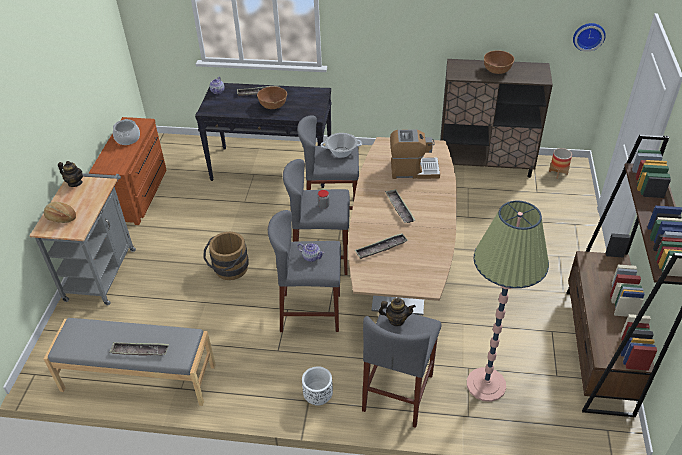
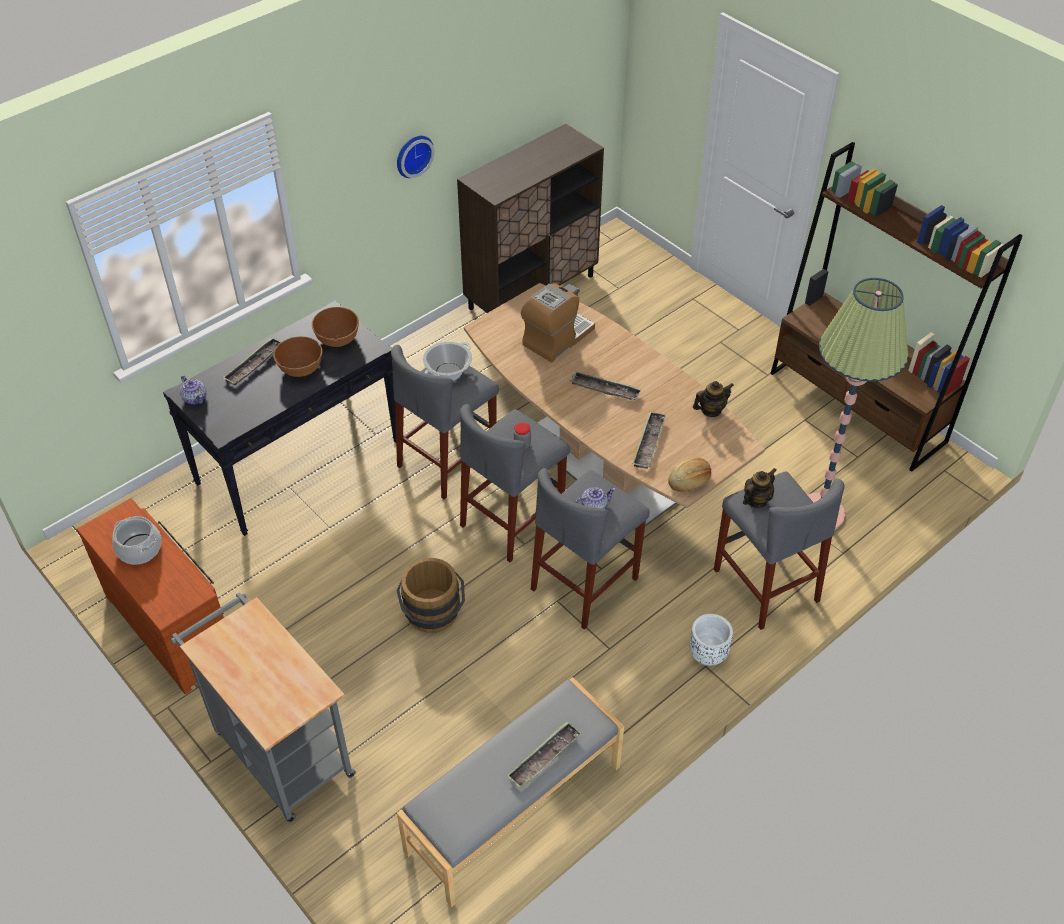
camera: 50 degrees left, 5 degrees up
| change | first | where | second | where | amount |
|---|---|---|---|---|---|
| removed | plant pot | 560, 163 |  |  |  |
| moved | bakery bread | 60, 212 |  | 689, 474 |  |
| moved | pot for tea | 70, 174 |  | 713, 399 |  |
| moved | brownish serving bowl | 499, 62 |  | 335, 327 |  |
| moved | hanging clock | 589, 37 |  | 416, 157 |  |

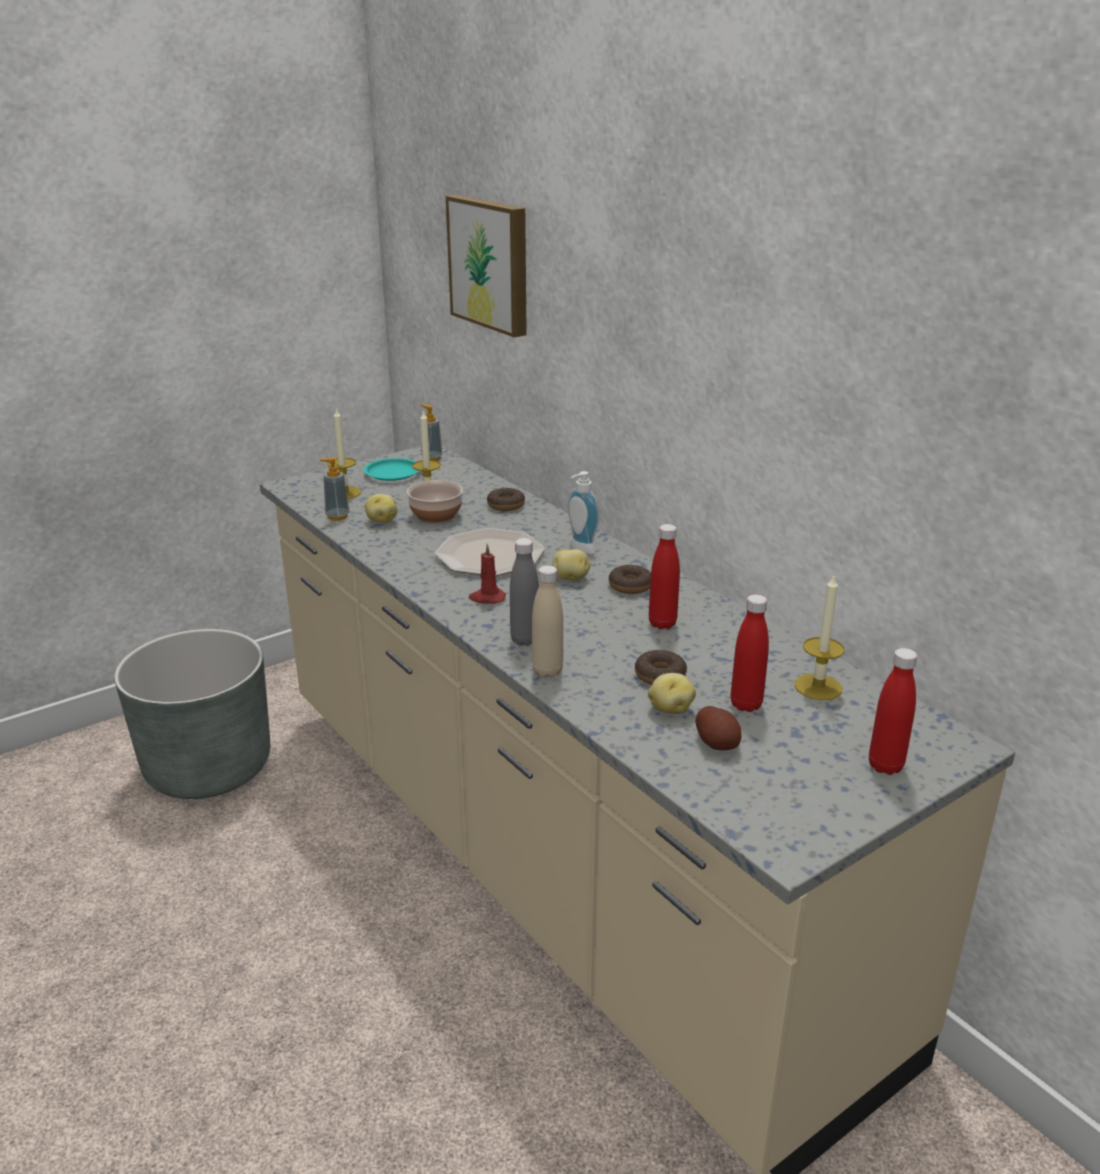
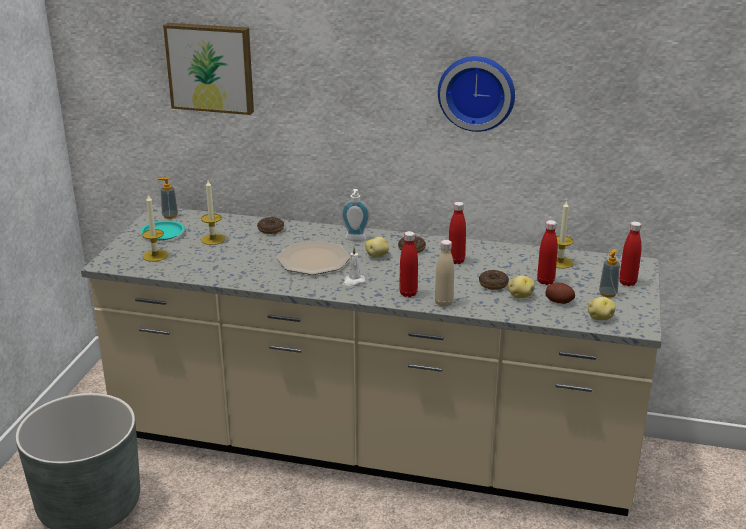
camera: 40 degrees left, 0 degrees up
| change | first | where | second | where | amount |
|---|---|---|---|---|---|
| removed | serving bowl | 435, 501 |  |  |  |
| added |  |  | hanging clock | 476, 94 |  |
| moved | liquid soap bottle | 334, 489 |  | 609, 273 |  |
| moved | spud | 381, 508 |  | 602, 308 |  |
| recoloured | reddish wax light | 487, 574 | white-coloured wax light | 354, 266 |  |
| recoloured | grey bottle | 524, 592 | reddish bottle | 408, 264 |  |

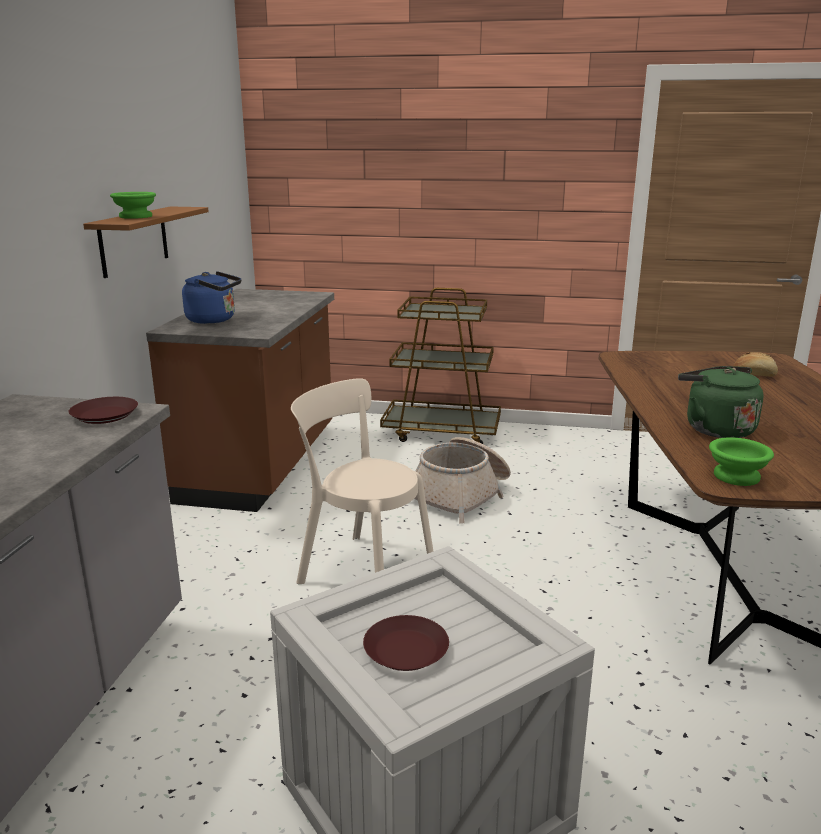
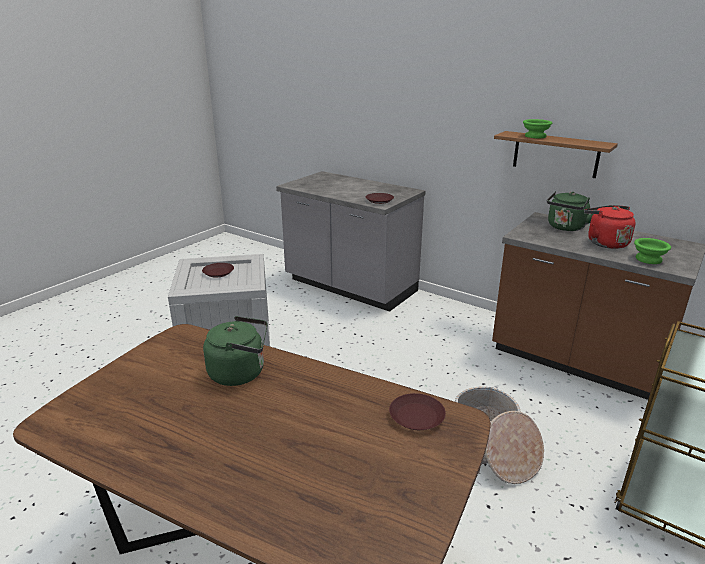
camera: 115 degrees right, 5 degrees up
| change | first | where | second | where | amount |
|---|---|---|---|---|---|
| removed | beige-coloured plain chair | 362, 481 |  |  |  |
| removed | bakery bread | 755, 364 |  |  |  |
| added |  |  | brownish dinner plate | 417, 411 |  |
| added |  |  | reddish kettle | 609, 227 |  |
| moved | green-coloured serving bowl | 741, 461 |  | 652, 251 |  |
| recoloured | blue-coloured kettle | 211, 297 | green-coloured kettle | 570, 211 |  |

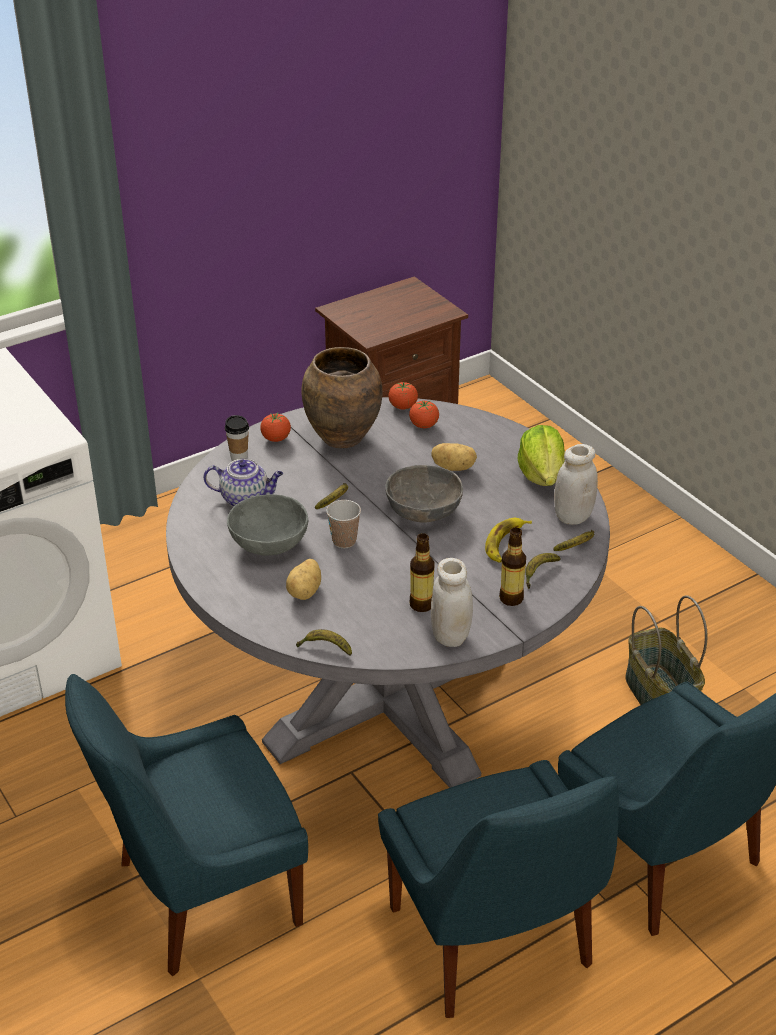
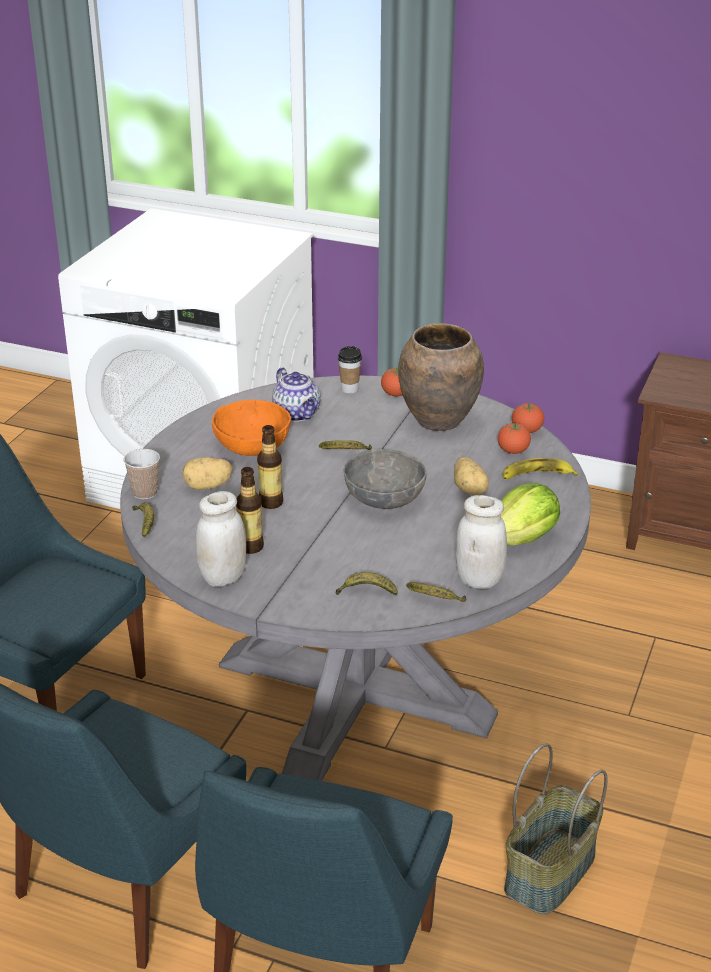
camera: 55 degrees right, 5 degrees down
| change | first | where | second | where | amount |
|---|---|---|---|---|---|
| moved | small cup | 343, 524 |  | 141, 474 |  |
| moved | banana fruit | 508, 540 |  | 541, 469 |  |
| moved | bottle | 512, 567 |  | 270, 467 |  |
| recoloured | grey serving bowl | 267, 525 | orange-coloured serving bowl | 251, 428 |  |

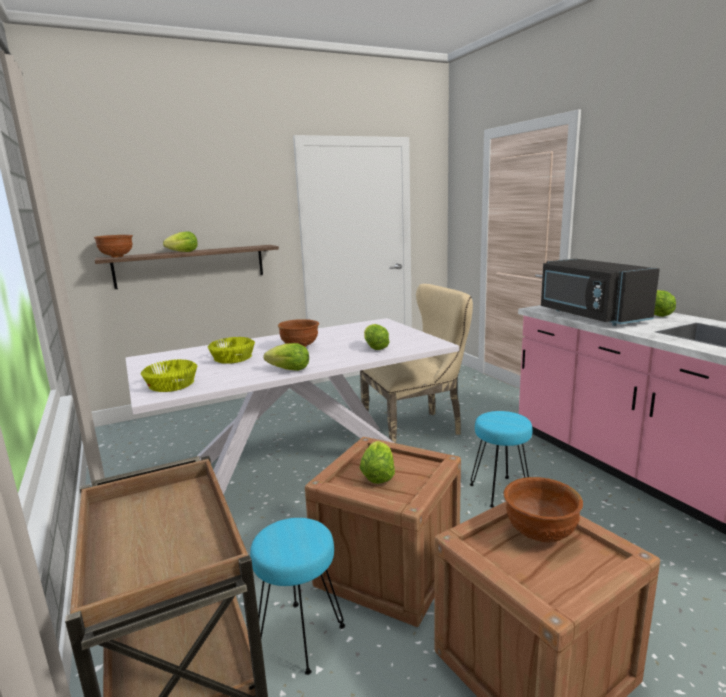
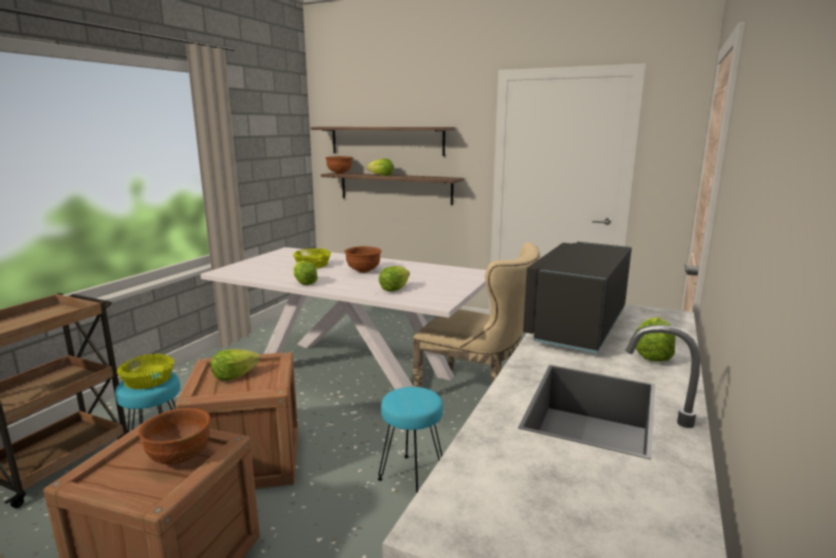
camera: 50 degrees right, 0 degrees up
| change | first | where | second | where | amount |
|---|---|---|---|---|---|
| added |  |  | wall shelf | 383, 141 |  |
| moved | yellowish serving bowl | 169, 375 |  | 145, 371 |  |

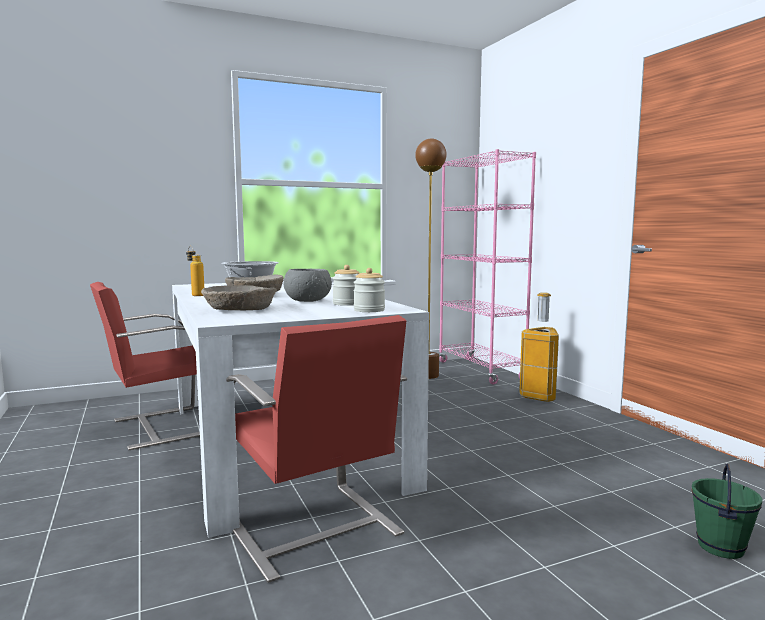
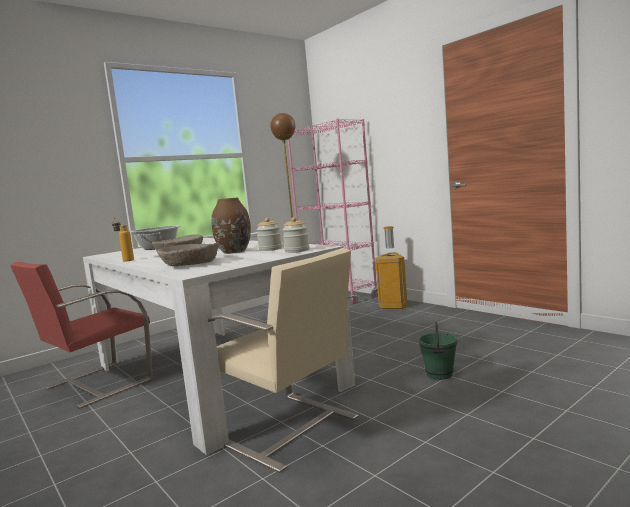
camera: 15 degrees left, 0 degrees up
| change | first | where | second | where | amount |
|---|---|---|---|---|---|
| moved | green-coloured bucket | 726, 511 |  | 437, 350 |  |
| replaced | grey serving bowl | 307, 285 | brownish flower vase | 231, 226 |  |
| recoloured | reddish plain chair | 316, 449 | beige-coloured plain chair | 283, 360 |  |

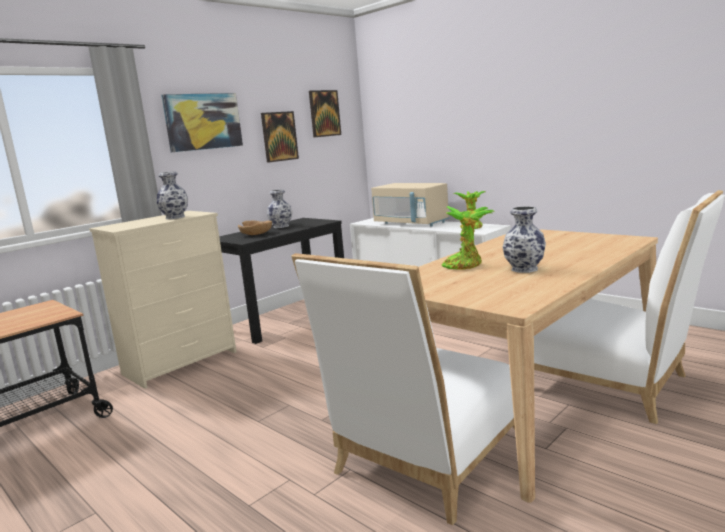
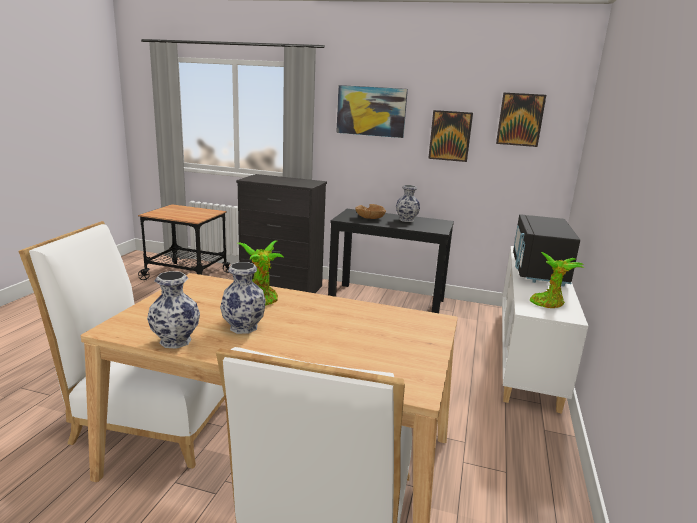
camera: 60 degrees right, 5 degrees up
| change | first | where | second | where | amount |
|---|---|---|---|---|---|
| moved | flower vase | 172, 195 |  | 173, 310 |  |
| recoloured | beige-coloured dresser | 163, 300 | black dresser | 281, 233 |  |
| recoloured | beige-coloured microwave | 410, 205 | black microwave | 546, 250 |  |

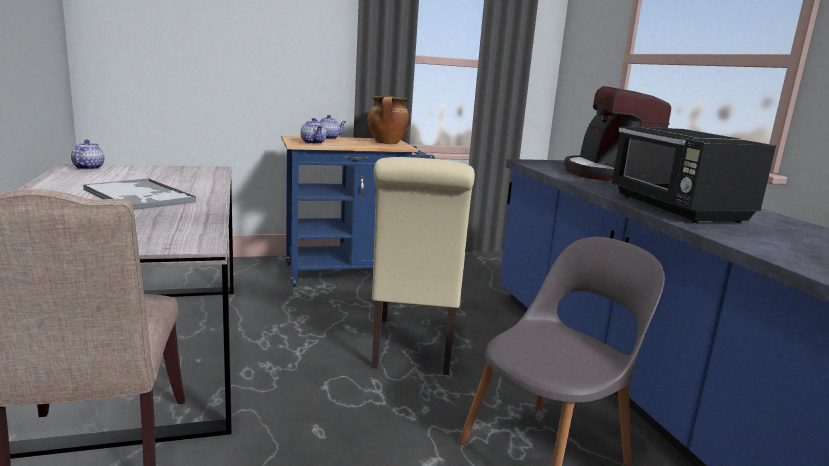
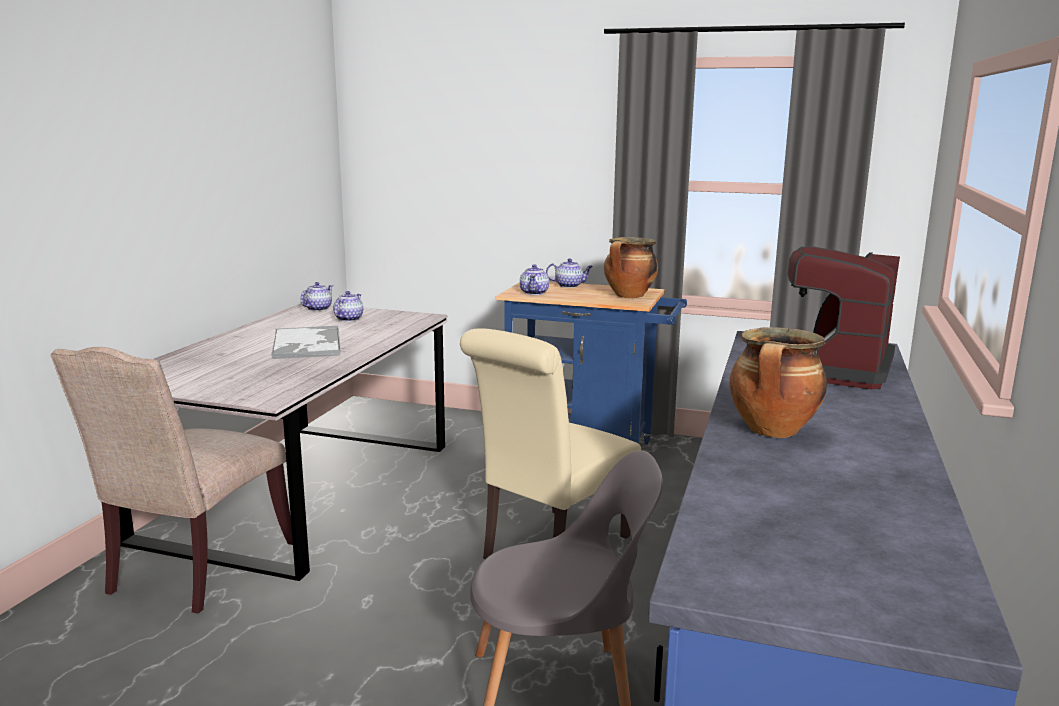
camera: 35 degrees right, 0 degrees up
| change | first | where | second | where | amount |
|---|---|---|---|---|---|
| added |  |  | pot for tea | 348, 306 |  |
| replaced | black microwave | 693, 175 | cooking pot | 778, 382 |  |

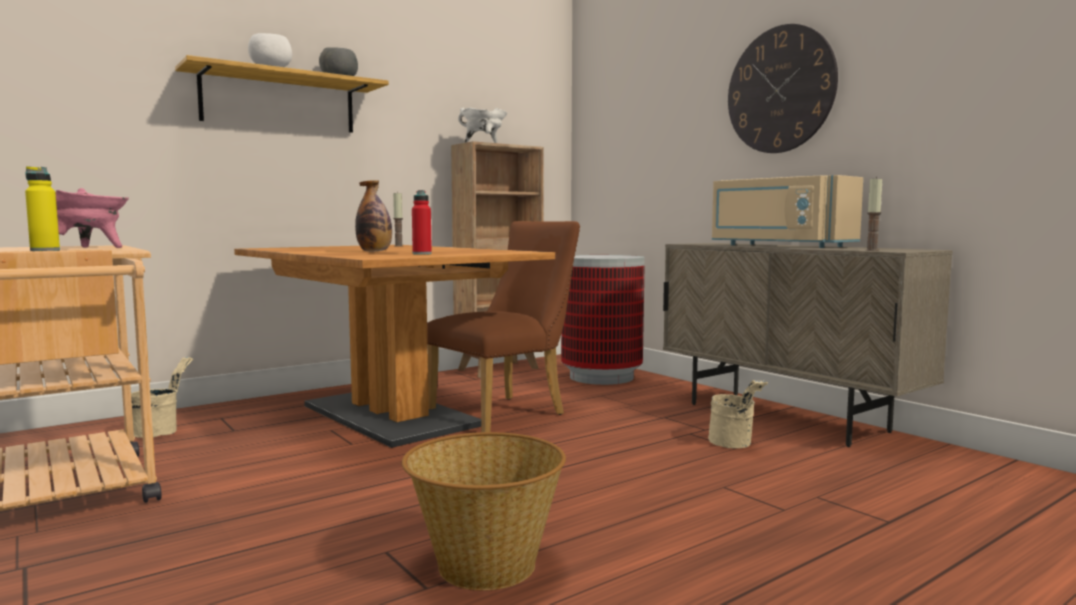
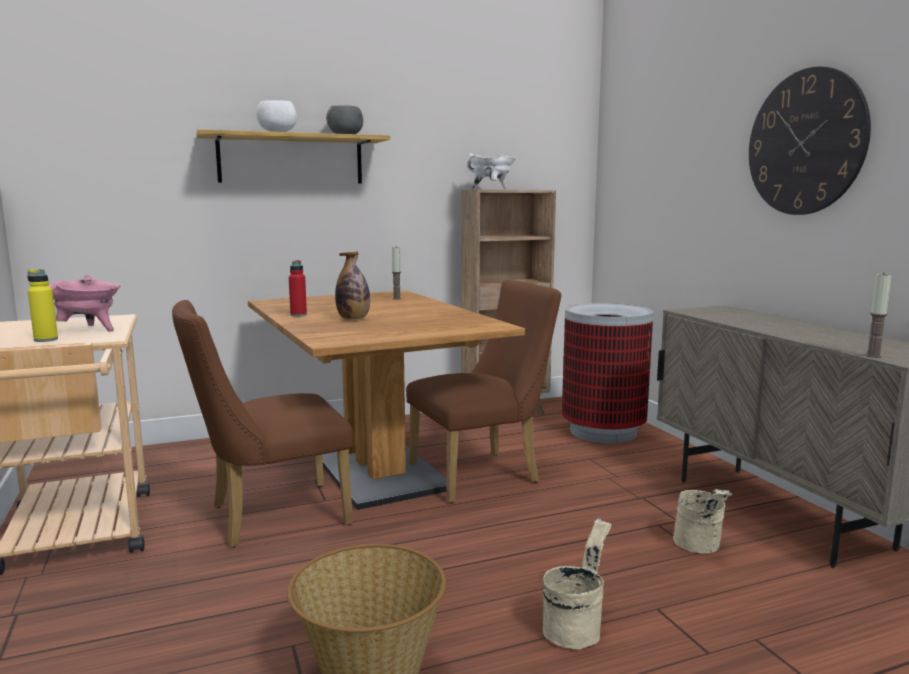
camera: 15 degrees right, 5 degrees up
| change | first | where | second | where | amount |
|---|---|---|---|---|---|
| removed | beige-coloured microwave | 787, 211 |  |  |  |
| added |  |  | brownish plain chair | 262, 424 |  |
| moved | beige-coloured bucket | 162, 397 |  | 577, 583 |  |
| moved | reddish bottle | 422, 222 |  | 298, 288 |  |

